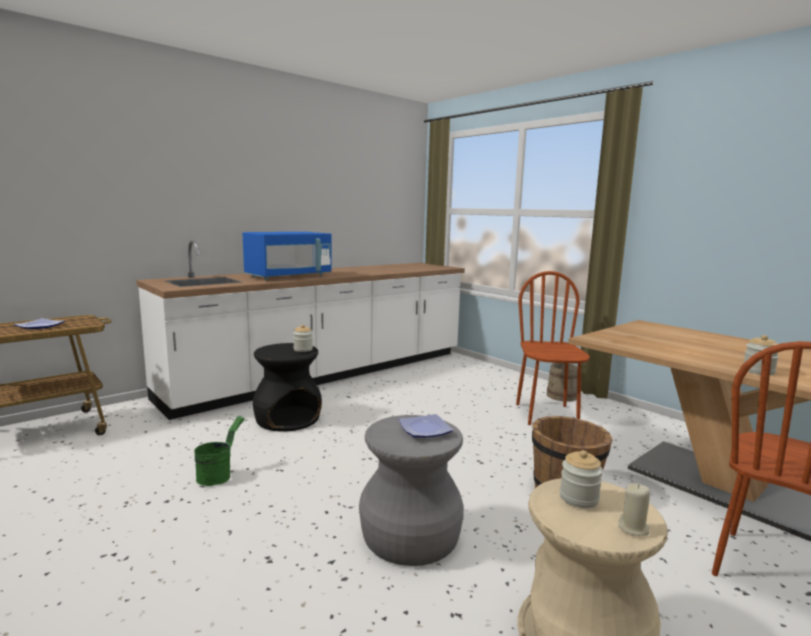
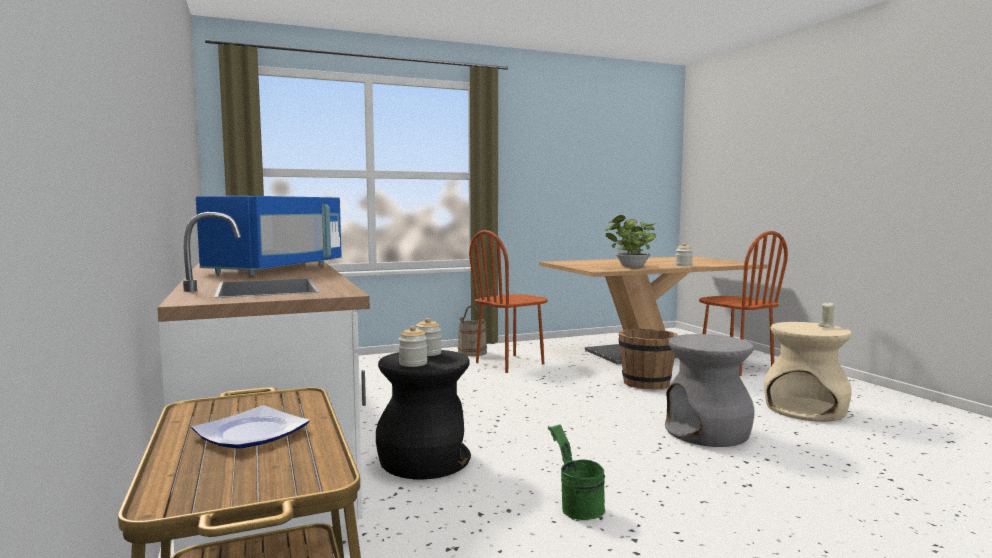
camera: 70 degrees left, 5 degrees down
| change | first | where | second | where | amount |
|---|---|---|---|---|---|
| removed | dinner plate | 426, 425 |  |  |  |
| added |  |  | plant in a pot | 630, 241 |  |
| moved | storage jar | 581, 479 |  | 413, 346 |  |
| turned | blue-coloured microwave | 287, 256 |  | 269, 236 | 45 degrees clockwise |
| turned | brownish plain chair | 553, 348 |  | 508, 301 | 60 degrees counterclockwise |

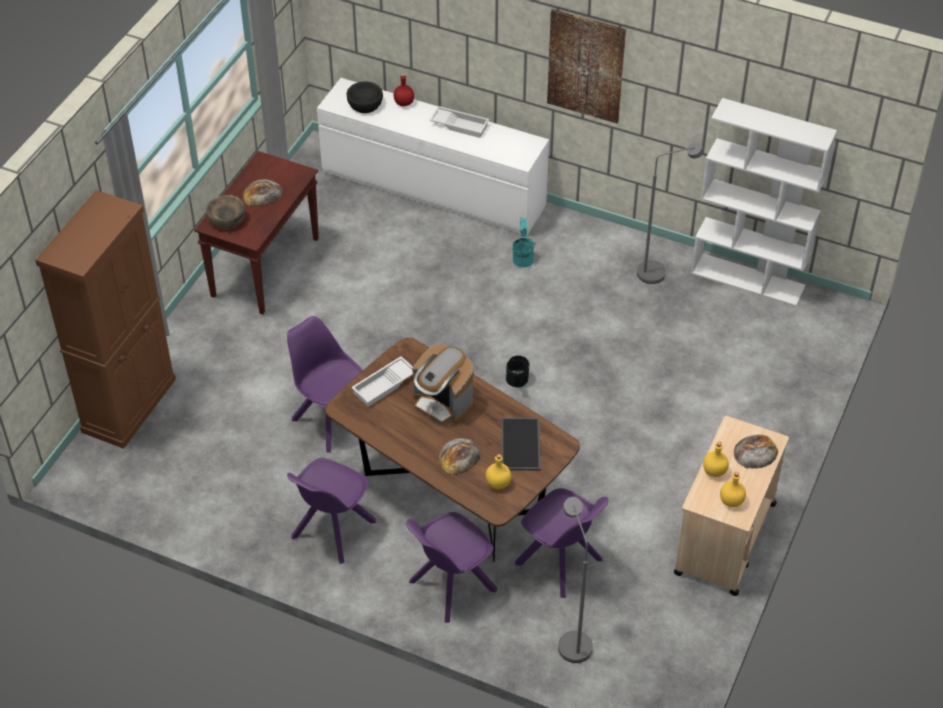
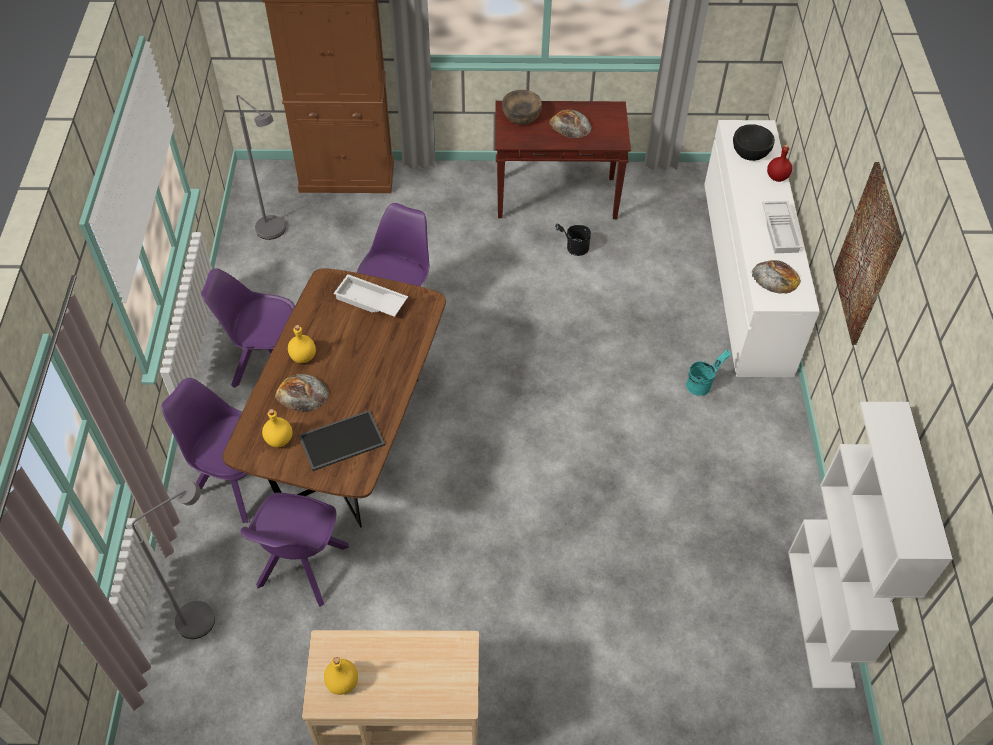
camera: 65 degrees right, 5 degrees up
| change | first | where | second | where | amount |
|---|---|---|---|---|---|
| removed | coffee machine | 442, 384 |  |  |  |
| moved | black bucket | 518, 371 |  | 573, 239 |  |
| moved | grey standing lamp | 670, 213 |  | 260, 167 |  |
| moved | yellowish bottle | 716, 459 |  | 302, 344 |  |
| moved | bakery bread | 756, 451 |  | 776, 277 |  |

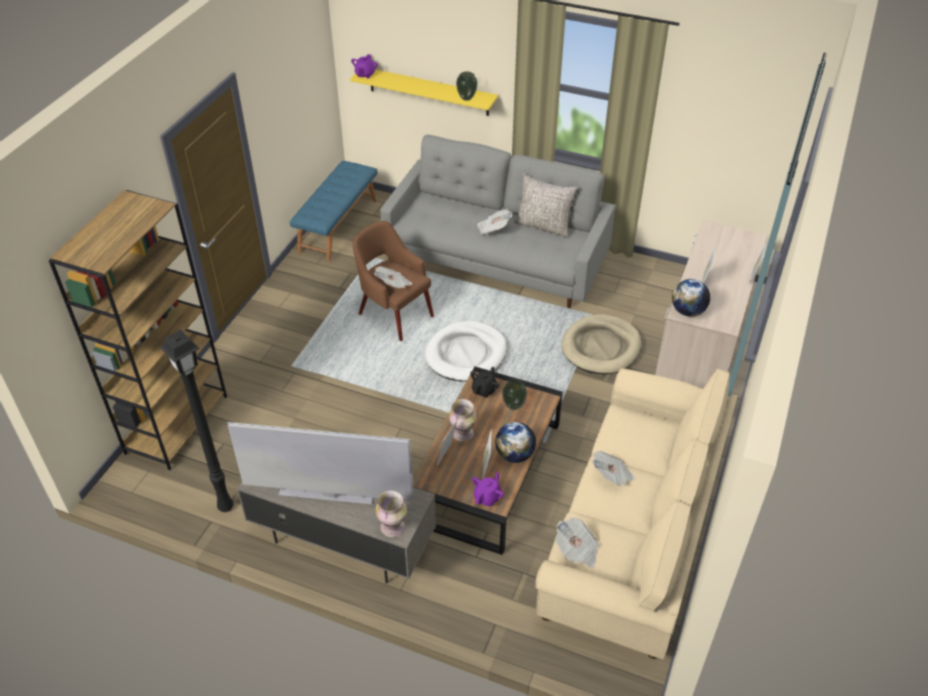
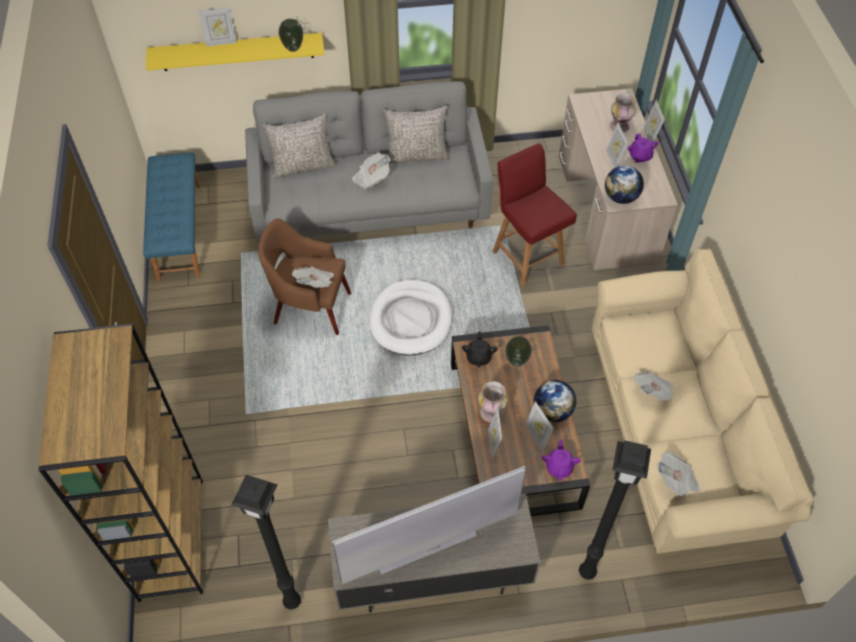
camera: 30 degrees left, 10 degrees up
| change | first | where | second | where | amount |
|---|---|---|---|---|---|
| added |  |  | standing frame | 218, 27 |  |
| added |  |  | grey cushion | 299, 145 |  |
| added |  |  | black standing lamp | 615, 510 |  |
| moved | purplish pot for tea | 364, 66 |  | 643, 148 |  |
| moved | flower vase | 391, 514 |  | 623, 113 |  |
| replaced | beige-coloured dog cushion | 601, 344 | reddish plain chair | 534, 215 |  |

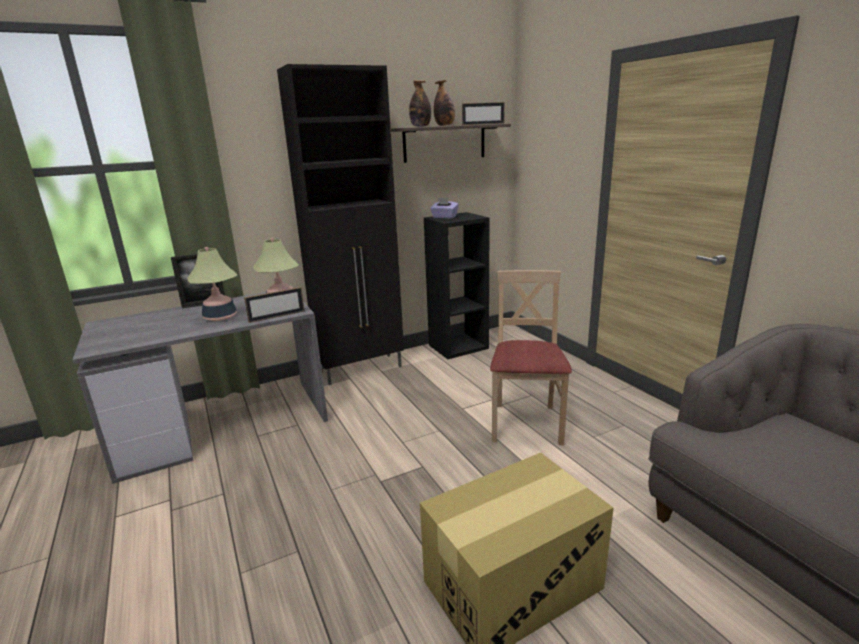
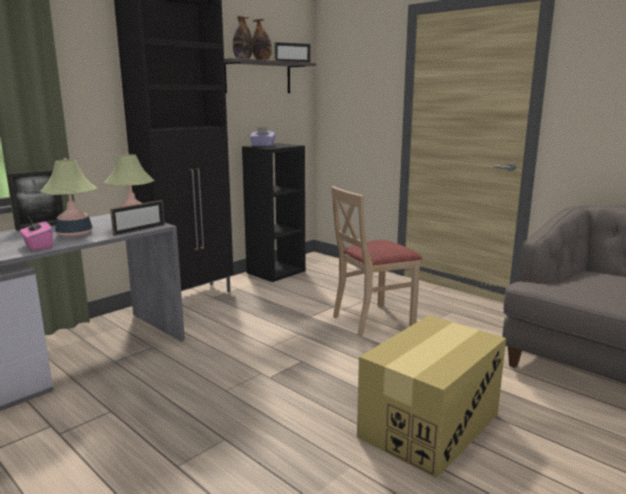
camera: 20 degrees left, 5 degrees down
| change | first | where | second | where | amount |
|---|---|---|---|---|---|
| added |  |  | pinkish tissue holder | 36, 234 |  |
| turned | beige-coloured plain chair | 531, 357 |  | 377, 261 | 105 degrees counterclockwise |

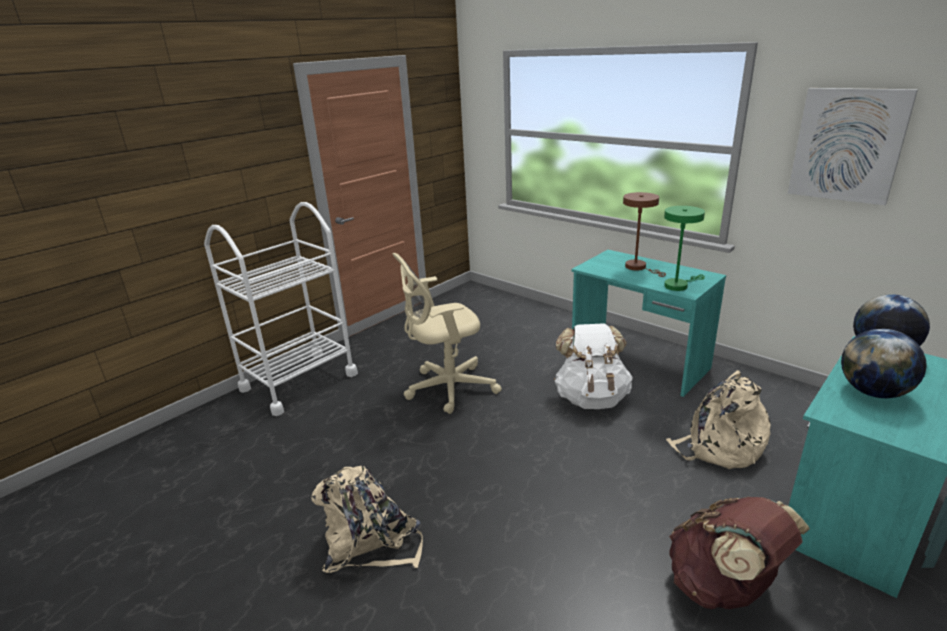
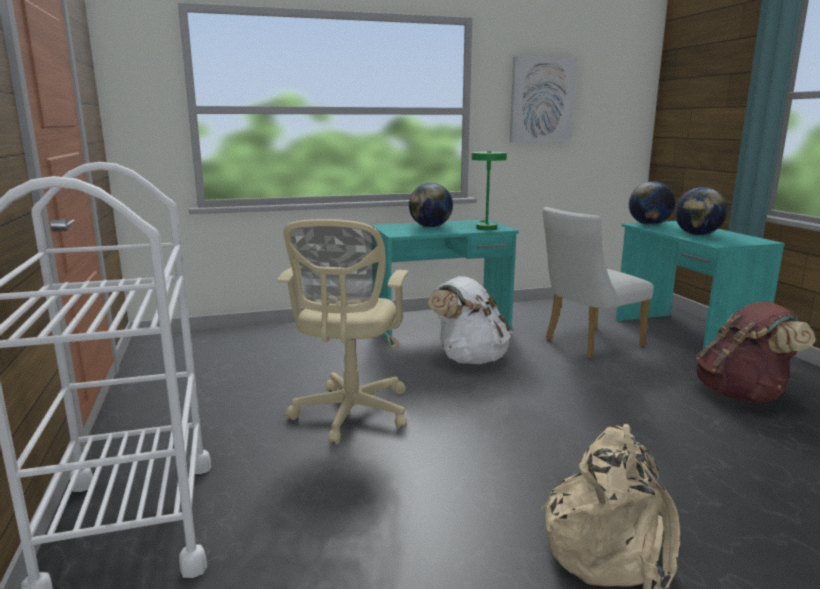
camera: 60 degrees left, 10 degrees down
| change | first | where | second | where | amount |
|---|---|---|---|---|---|
| replaced | brownish lamp for a table | 644, 234 | globe | 431, 205 |  |
| replaced | beige-coloured knapsack | 718, 419 | white-coloured plain chair | 598, 283 |  |

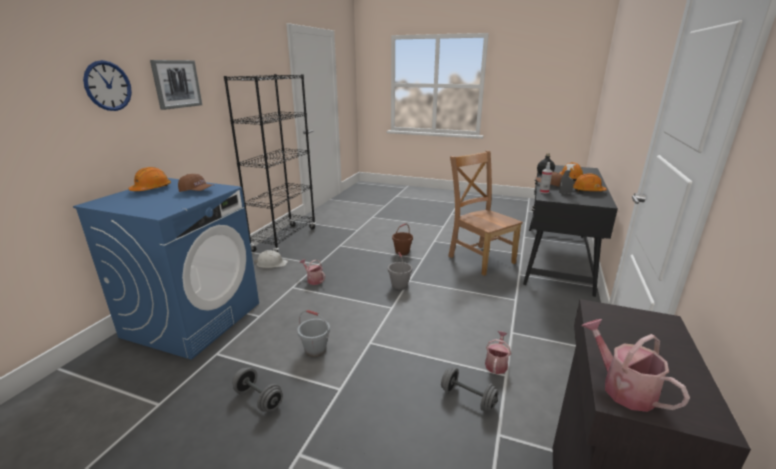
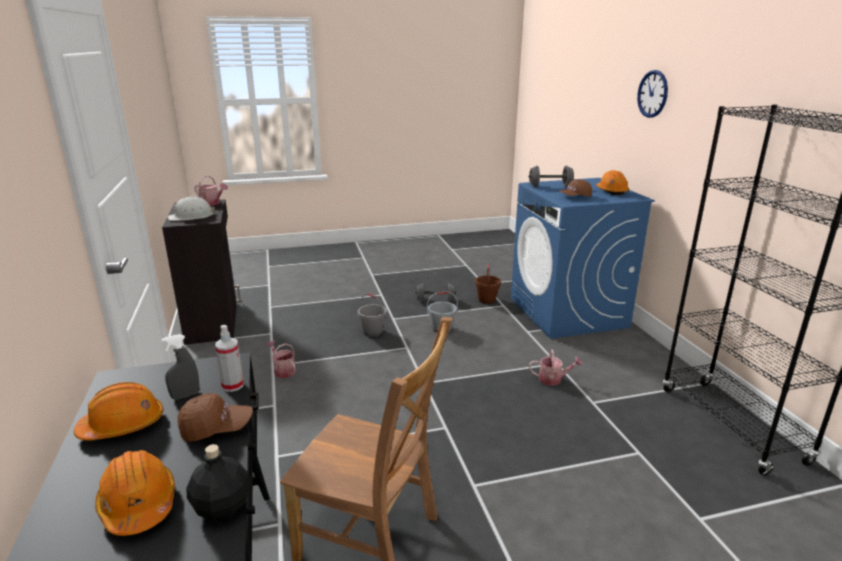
camera: 145 degrees right, 0 degrees up
| change | first | where | second | where | amount |
|---|---|---|---|---|---|
| removed | picture | 176, 85 |  |  |  |
| moved | white-coloured hard hat | 271, 259 |  | 191, 208 |  |
| moved | grey bucket | 400, 271 |  | 372, 315 |  |
| moved | brownish bucket | 402, 239 |  | 488, 284 |  |
| moved | grey free weight | 470, 389 |  | 551, 176 |  |
| turned | sprinkling can | 498, 352 |  | 281, 359 | 150 degrees clockwise |

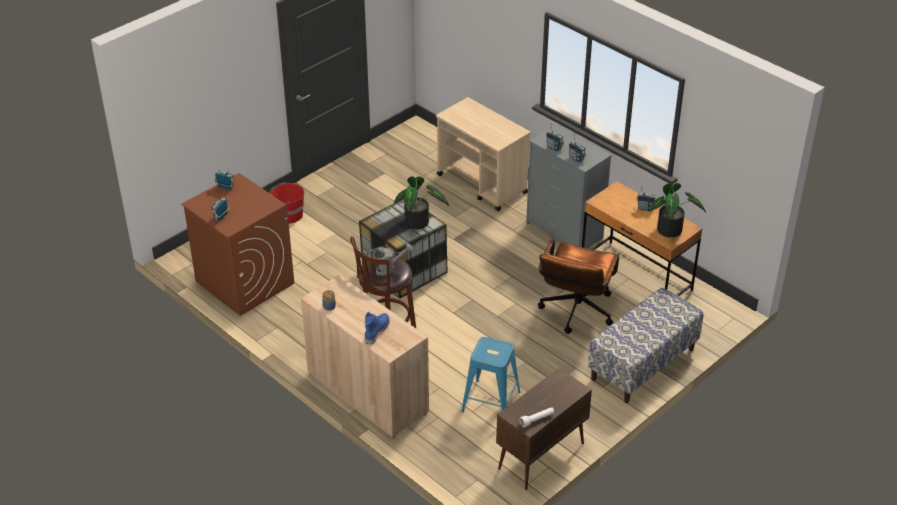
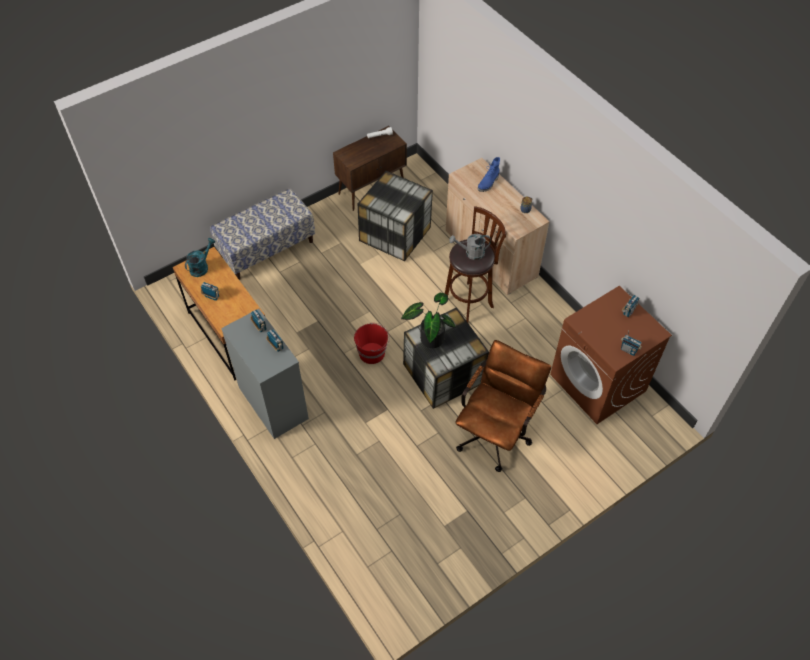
camera: 170 degrees left, 15 degrees up
| change | first | where | second | where | amount |
|---|---|---|---|---|---|
| removed | beige-coloured trolley | 483, 154 |  |  |  |
| moved | reddish bucket | 286, 203 |  | 372, 343 |  |
| moved | brownish desk chair | 578, 286 |  | 503, 406 |  |
| replaced | blue-coloured sitting stool | 490, 374 | storage box | 395, 216 |  |
| replaced | plant in a pot | 677, 210 | turquoise sprinkling can | 200, 257 |  |

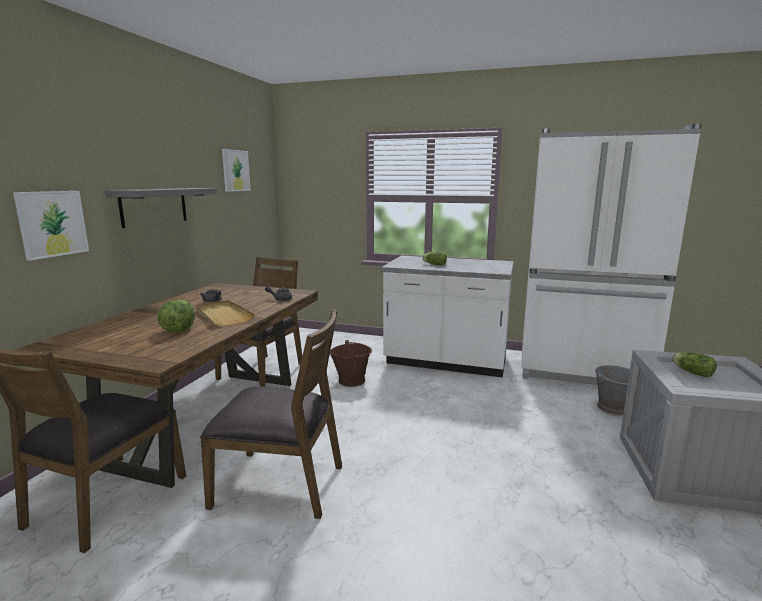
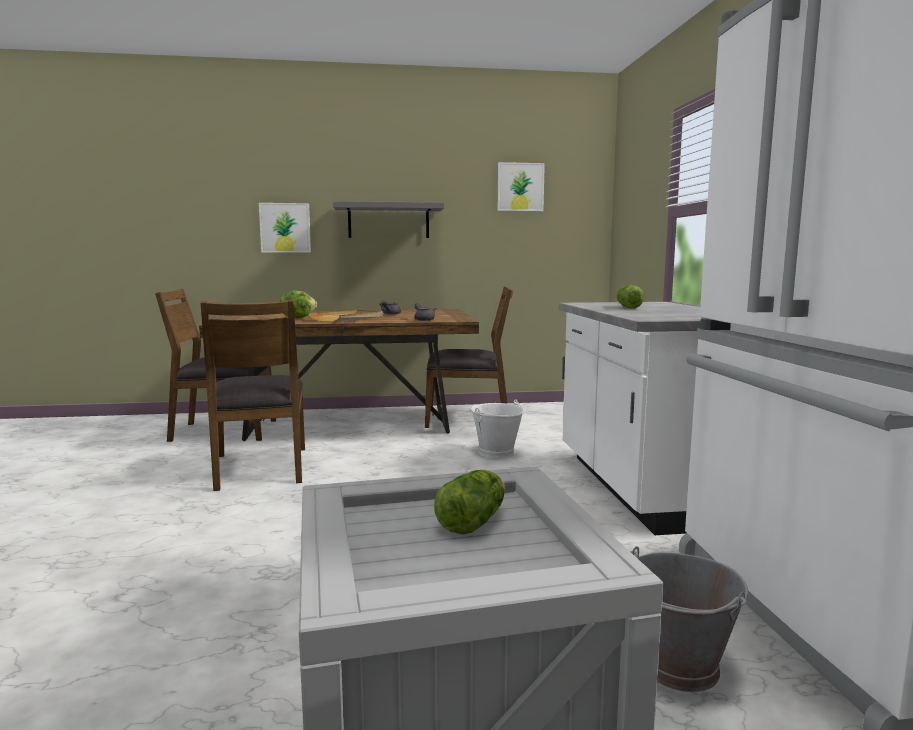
camera: 65 degrees right, 5 degrees down
| change | first | where | second | where | amount |
|---|---|---|---|---|---|
| recoloured | brownish bucket | 351, 363 | white-coloured bucket | 498, 428 |  |

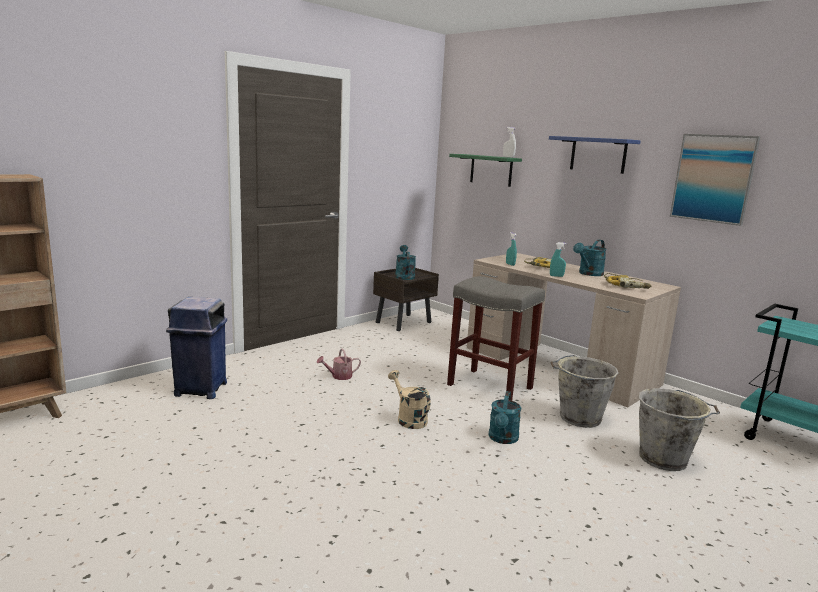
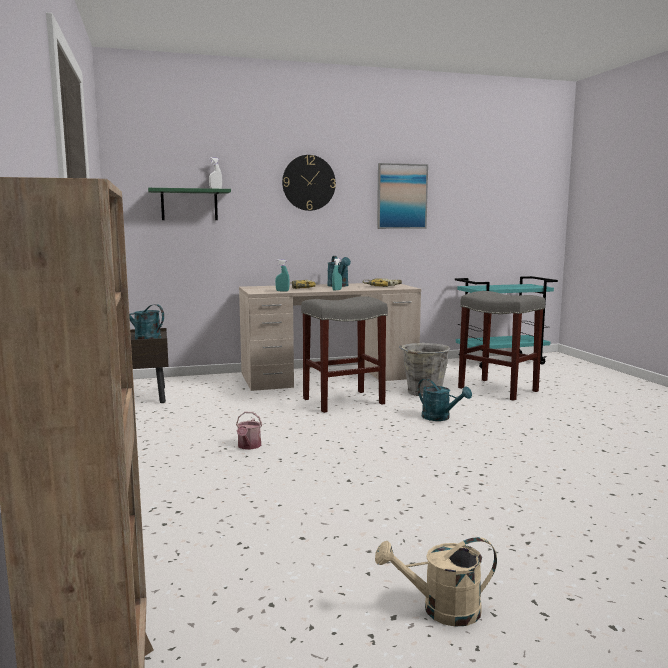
camera: 60 degrees left, 5 degrees down
| change | first | where | second | where | amount |
|---|---|---|---|---|---|
| removed | blue-coloured trash can | 196, 348 |  |  |  |
| moved | beige-coloured sprinkling can | 409, 399 |  | 436, 582 |  |
| replaced | blue-coloured wall shelf | 595, 155 | hanging clock | 309, 183 |  |
| replaced | grey bucket | 679, 429 | grey sitting stool | 501, 346 |  |

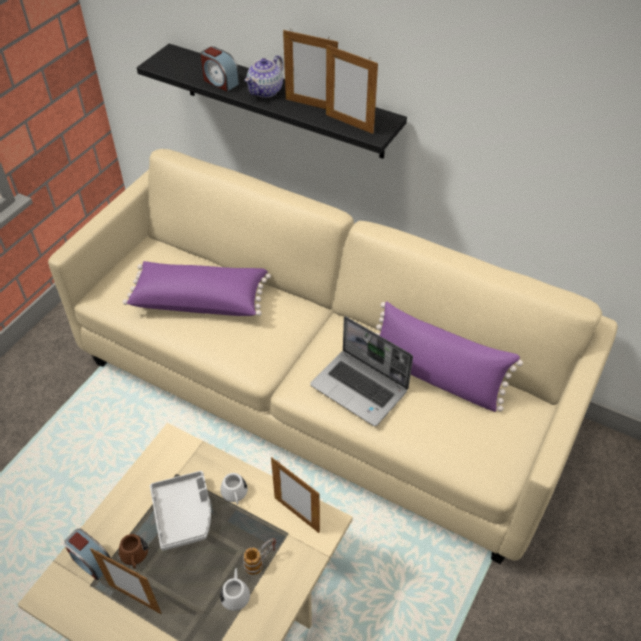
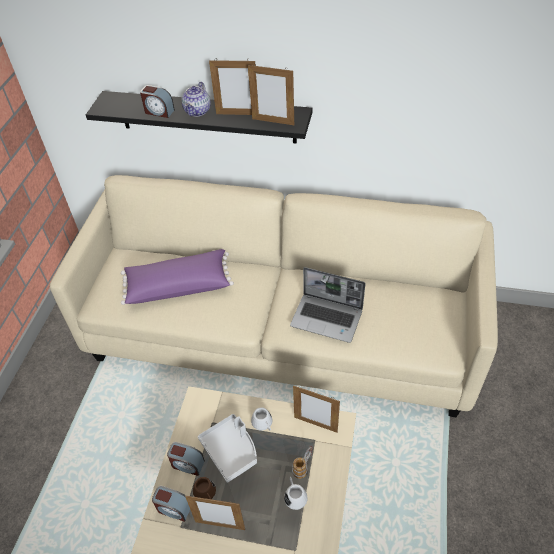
camera: 15 degrees left, 0 degrees up
| change | first | where | second | where | amount |
|---|---|---|---|---|---|
| removed | purplish cushion | 449, 356 |  |  |  |
| added |  |  | bedside clock | 186, 459 |  |

